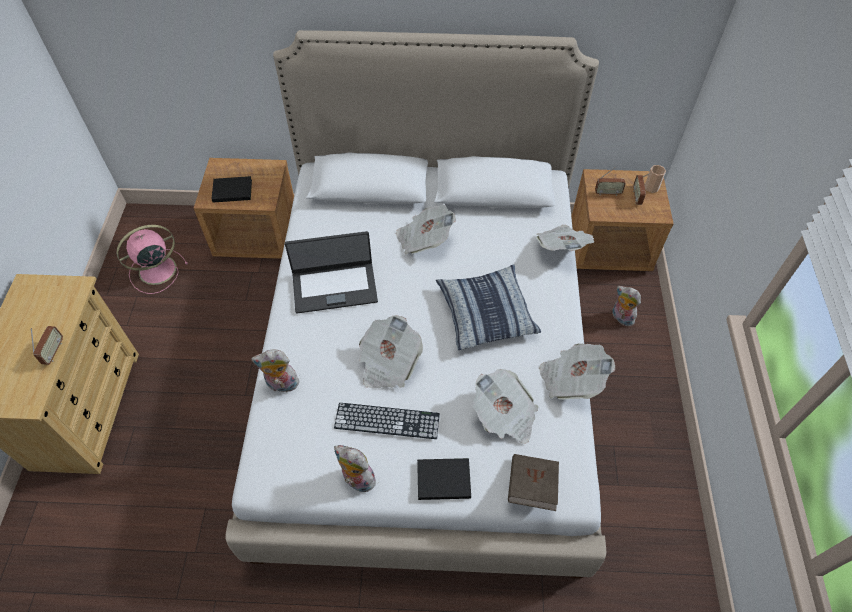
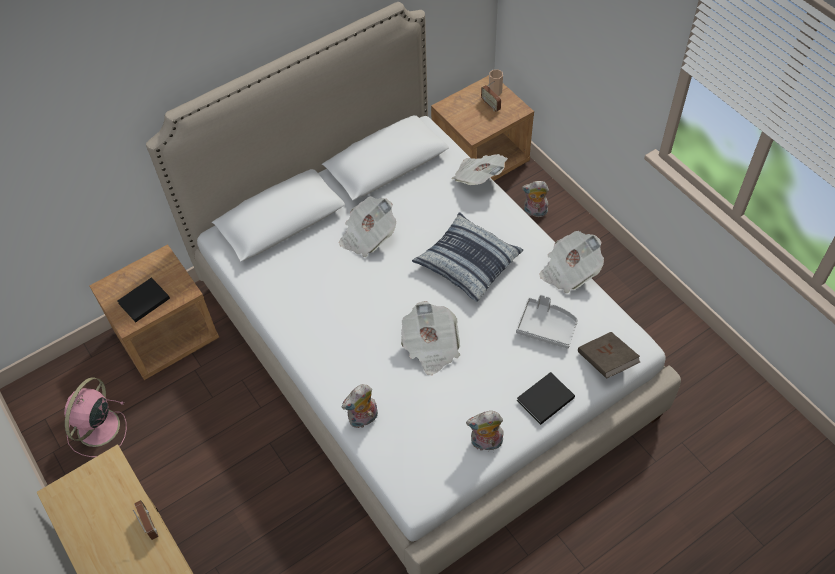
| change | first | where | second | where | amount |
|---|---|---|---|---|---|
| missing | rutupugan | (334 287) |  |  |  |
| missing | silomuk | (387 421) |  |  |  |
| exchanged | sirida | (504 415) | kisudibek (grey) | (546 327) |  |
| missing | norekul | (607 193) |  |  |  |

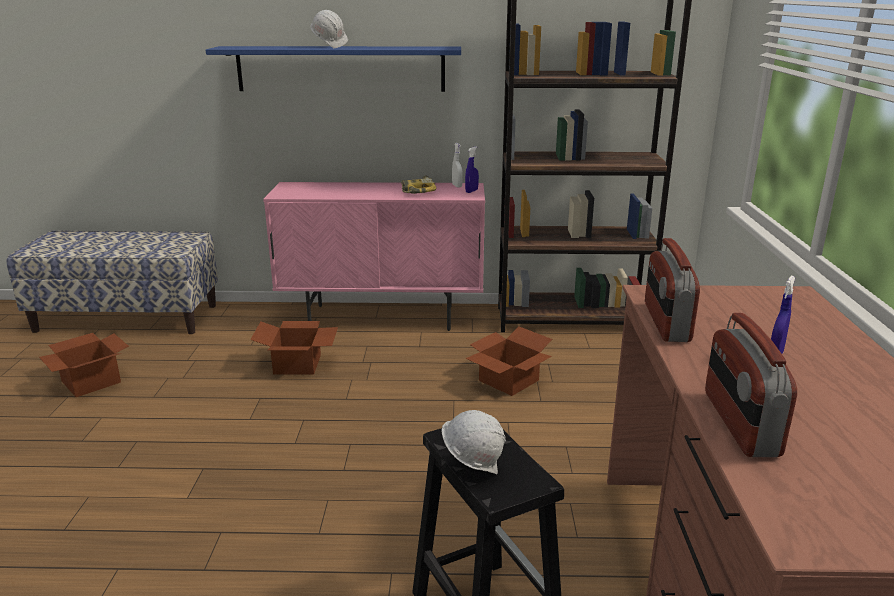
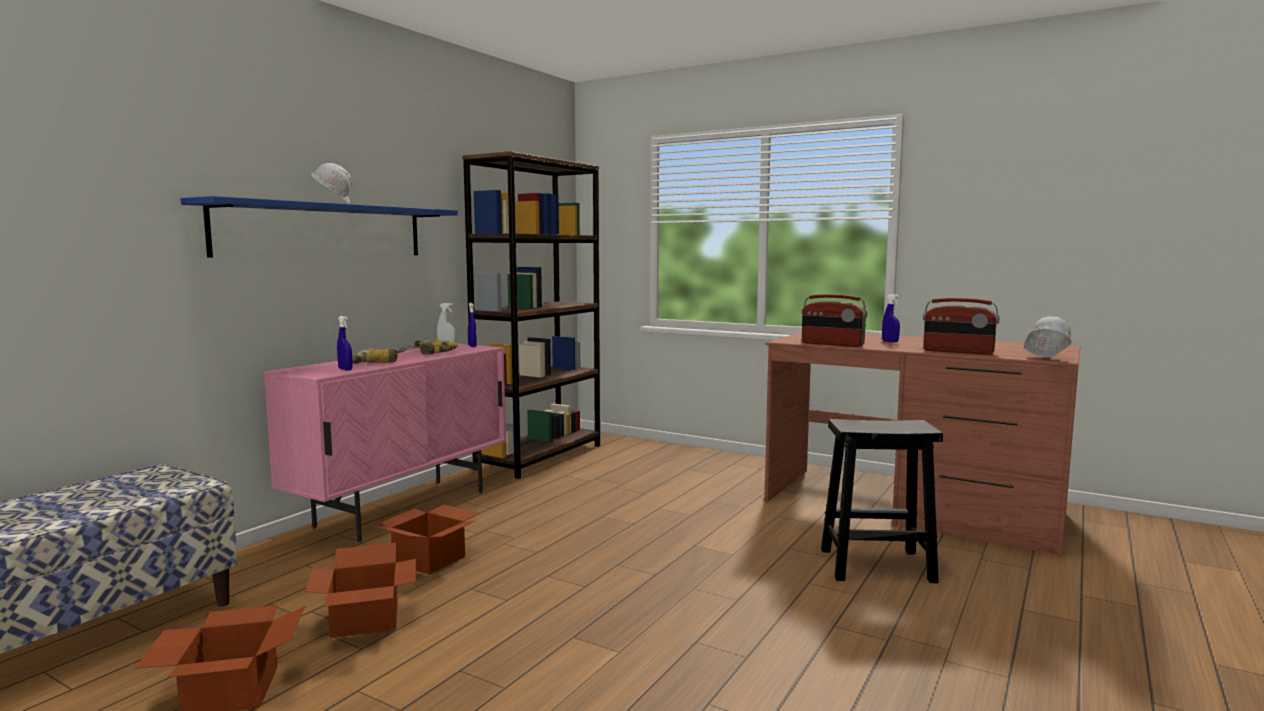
| change | first | where | second | where | amount |
|---|---|---|---|---|---|
| relocated | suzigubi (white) | (472 470) |  | (1045 359) |  |
| relocated | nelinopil | (507 380) |  | (364 620) |  |
| appeared |  |  | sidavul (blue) | (345 369) |  |
| appeared |  |  | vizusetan | (378 362) |  |

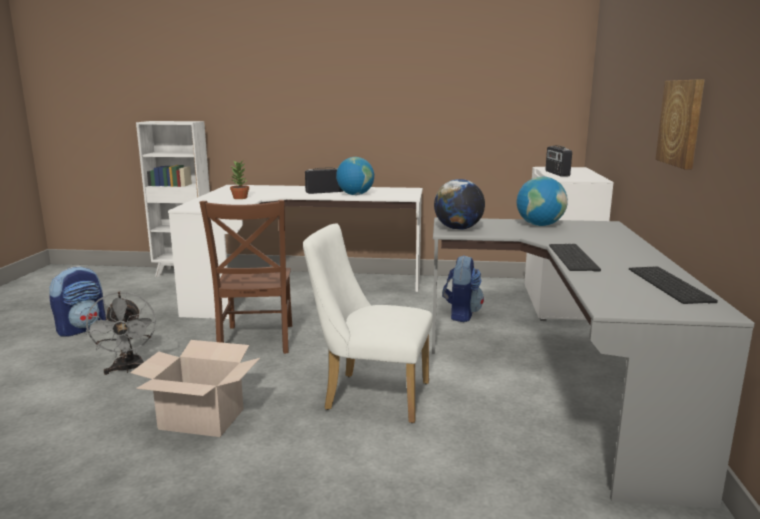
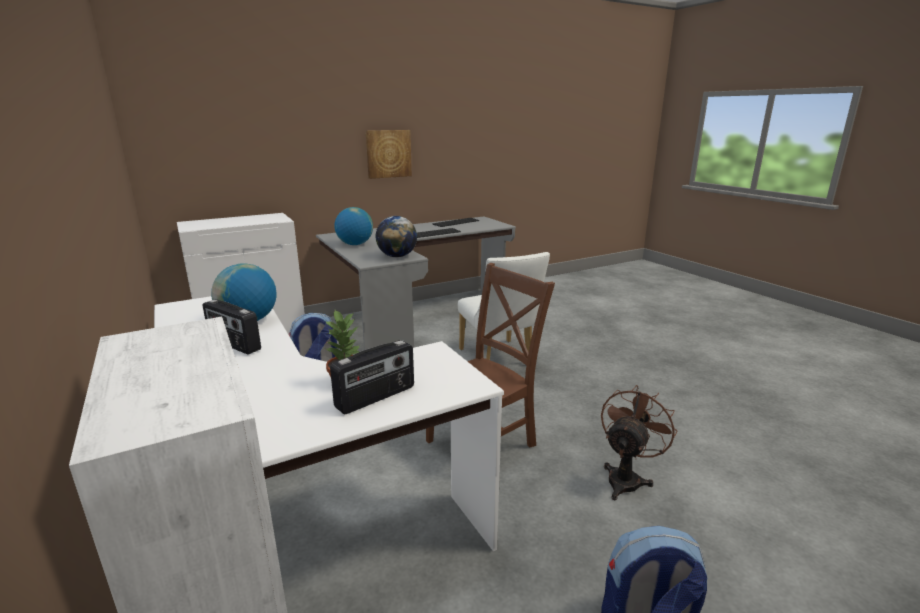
| change | first | where | second | where | amount |
|---|---|---|---|---|---|
| colour | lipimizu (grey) | (128 369) | lipimizu (brown) | (626 478) |  |
| missing | nelinopil | (202 419) |  |  |  |
| relocated | norekul | (556 173) |  | (376 397) |  |

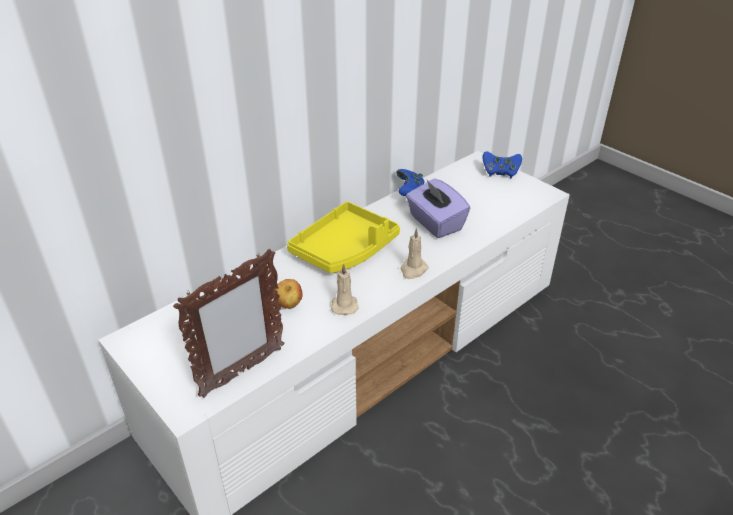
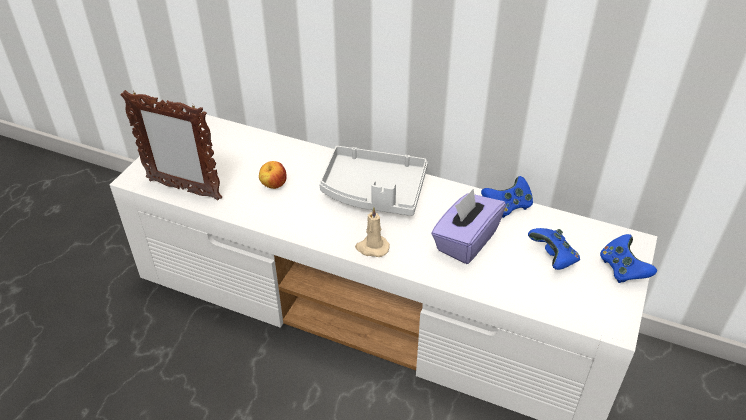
| change | first | where | second | where | amount |
|---|---|---|---|---|---|
| colour | kisudibek (yellow) | (345 249) | kisudibek (grey) | (373 192) |  |
| missing | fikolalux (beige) | (344 305) |  |  |  |
| appeared |  |  | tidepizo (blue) | (553 258) |  |

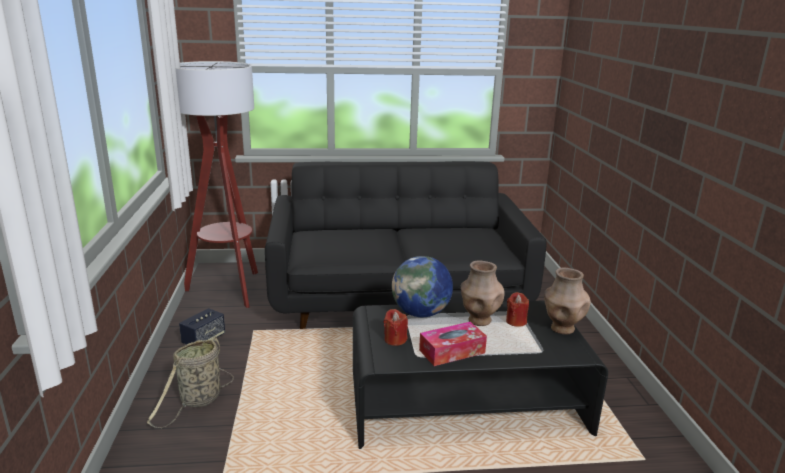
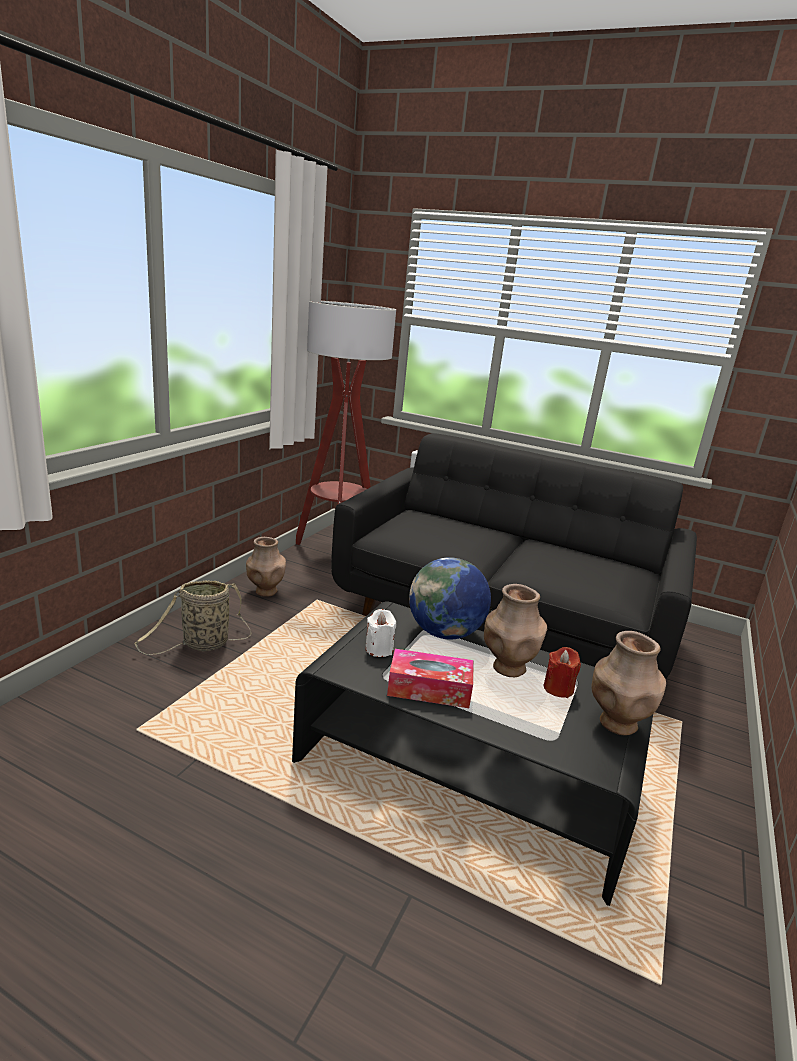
| change | first | where | second | where | amount |
|---|---|---|---|---|---|
| exchanged | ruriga | (204 339) | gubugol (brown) | (265 592) |  |
| colour | fikolalux (red) | (395 340) | fikolalux (white) | (379 649) |  |

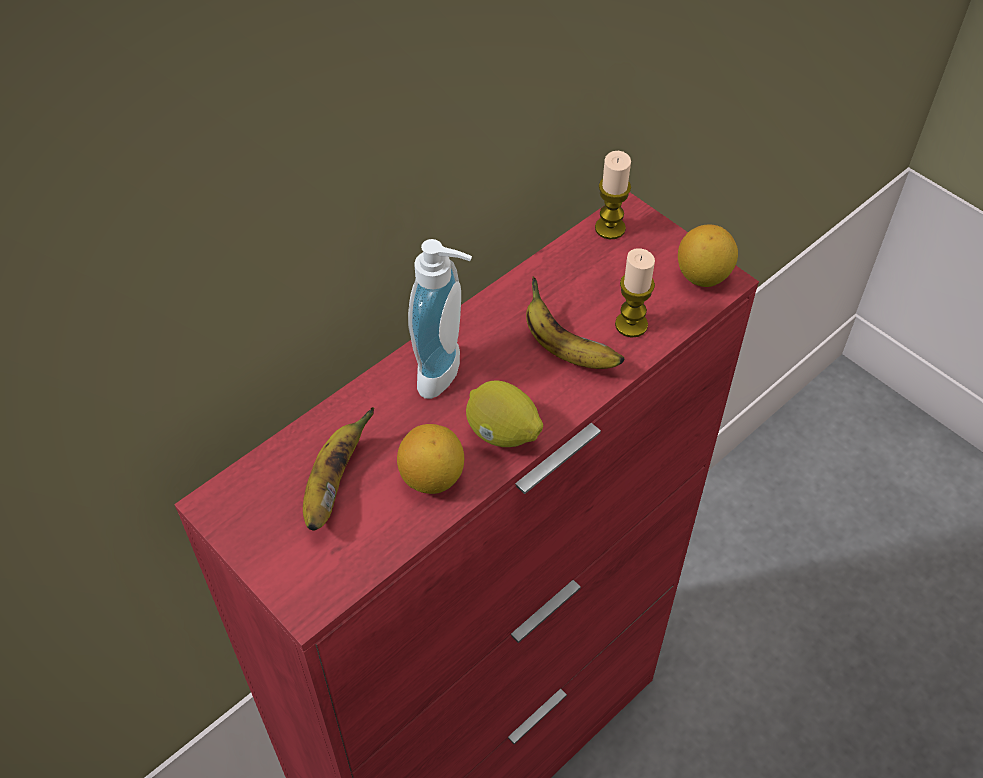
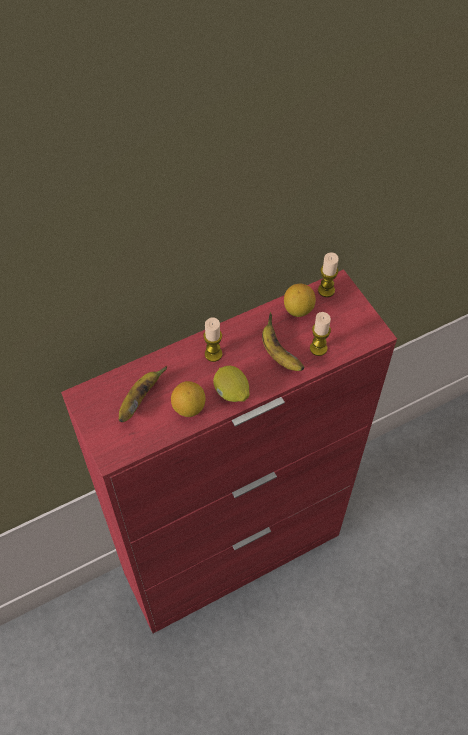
| change | first | where | second | where | amount |
|---|---|---|---|---|---|
| exchanged | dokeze | (447 374) | fikolalux | (213 354) |  |
| relocated | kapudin | (703 276) |  | (298 310) |  |

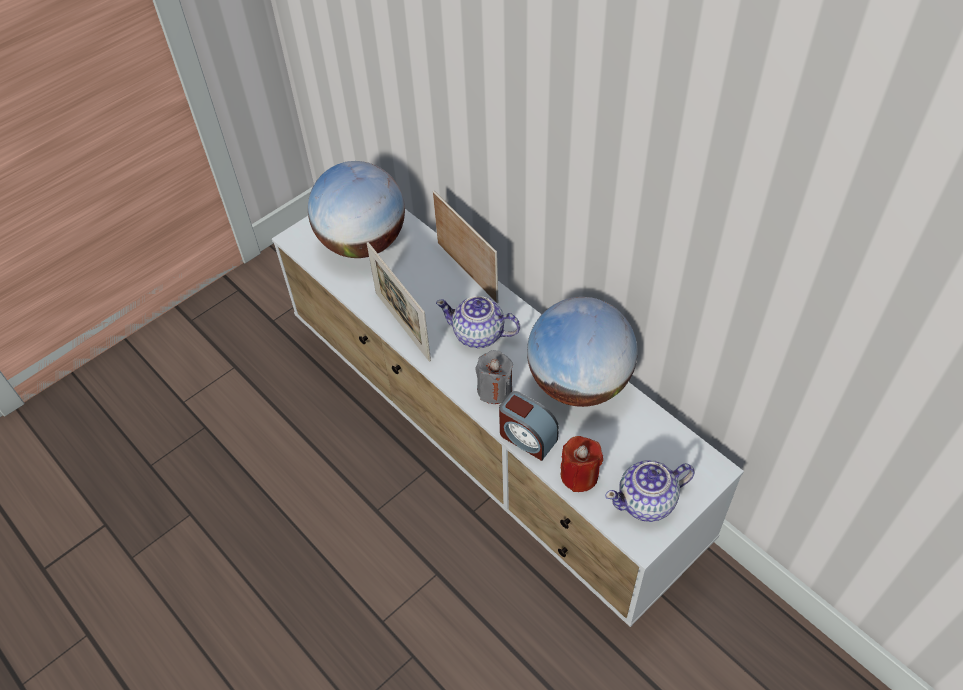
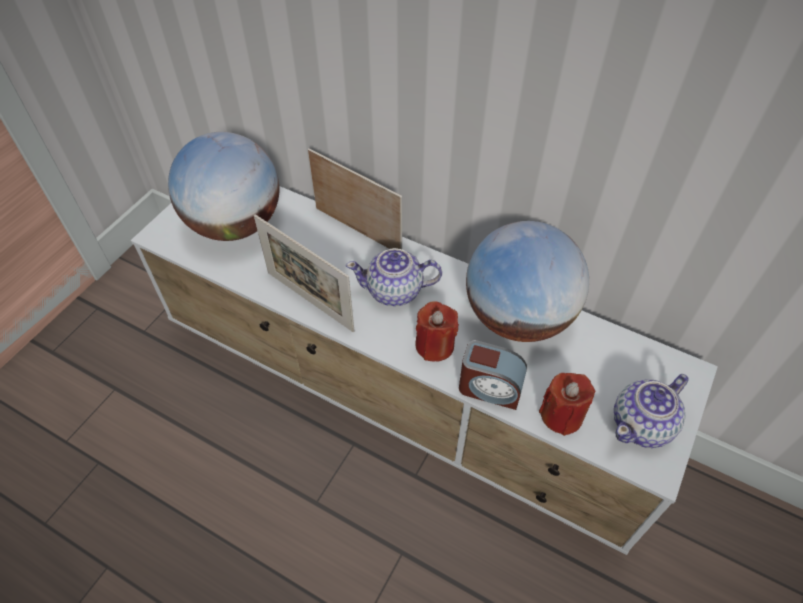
| change | first | where | second | where | amount |
|---|---|---|---|---|---|
| colour | fikolalux (grey) | (494 389) | fikolalux (red) | (435 345) |  |

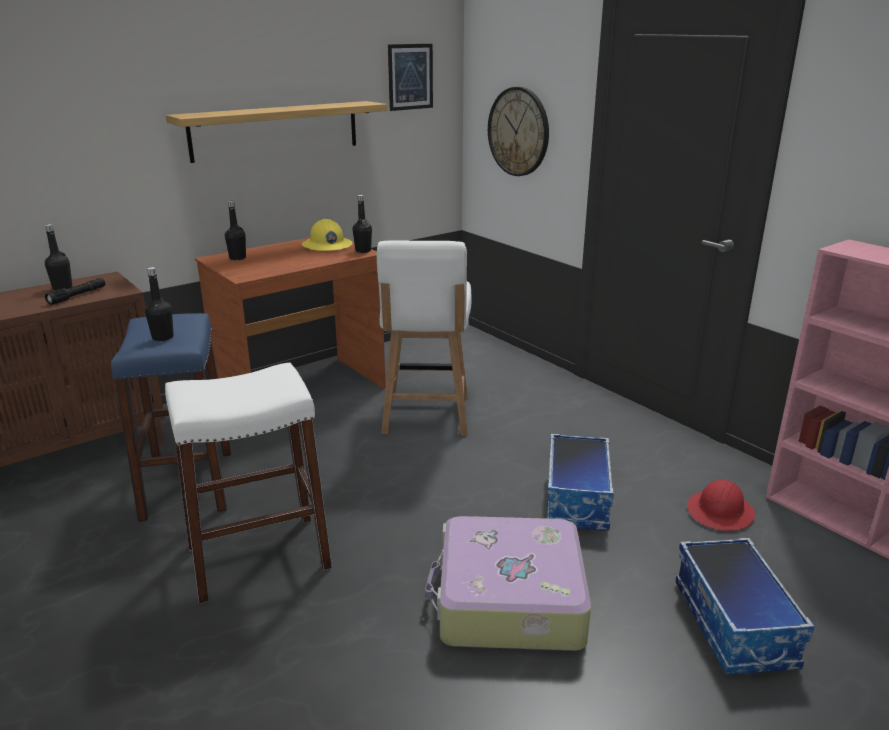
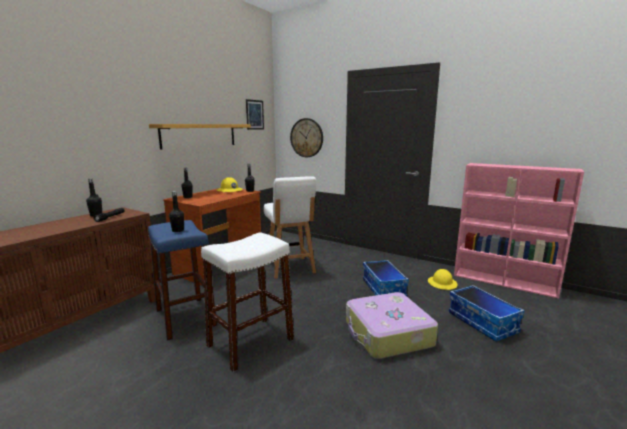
| change | first | where | second | where | amount |
|---|---|---|---|---|---|
| colour | suzigubi (red) | (720 512) | suzigubi (yellow) | (442 283) |  |

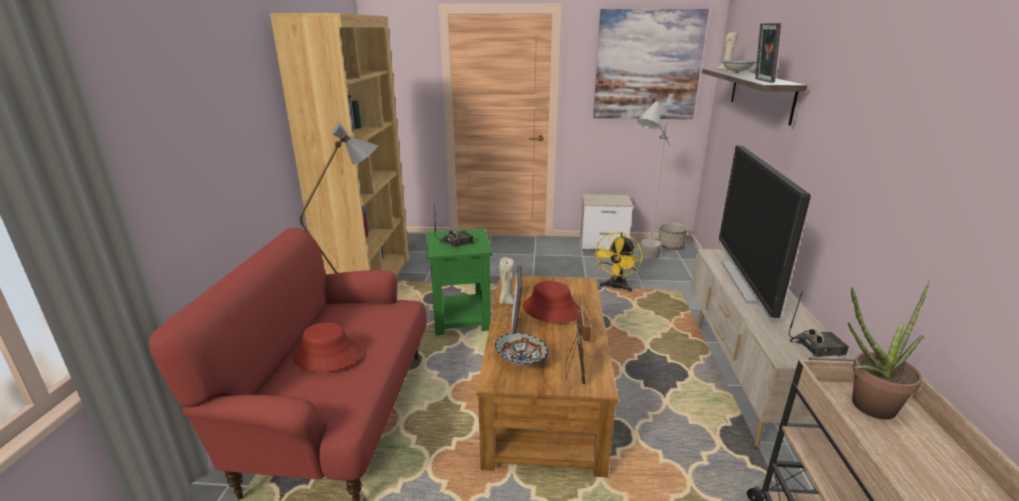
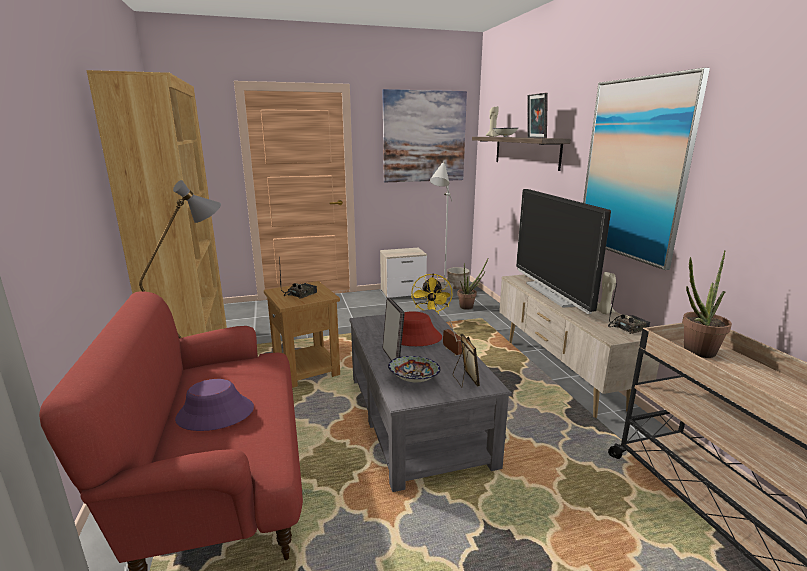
| change | first | where | second | where | amount |
|---|---|---|---|---|---|
| colour | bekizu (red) | (327 355) | bekizu (purple) | (215 414) |  |
| colour | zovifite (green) | (461 319) | zovifite (brown) | (307 371) |  |
| colour | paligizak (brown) | (545 395) | paligizak (grey) | (417 417) |  |
| relocated | fikolalux (beige) | (506 302) |  | (604 312) |  |
| appeared |  |  | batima | (469 306) |  |
| appeared |  |  | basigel | (634 169) |  |

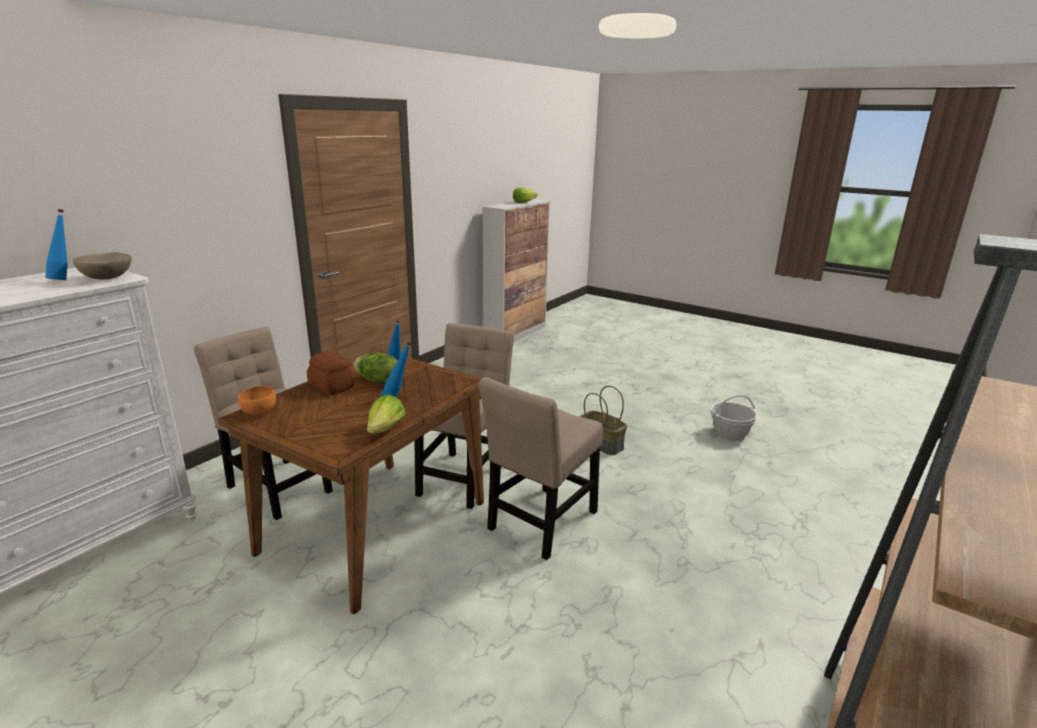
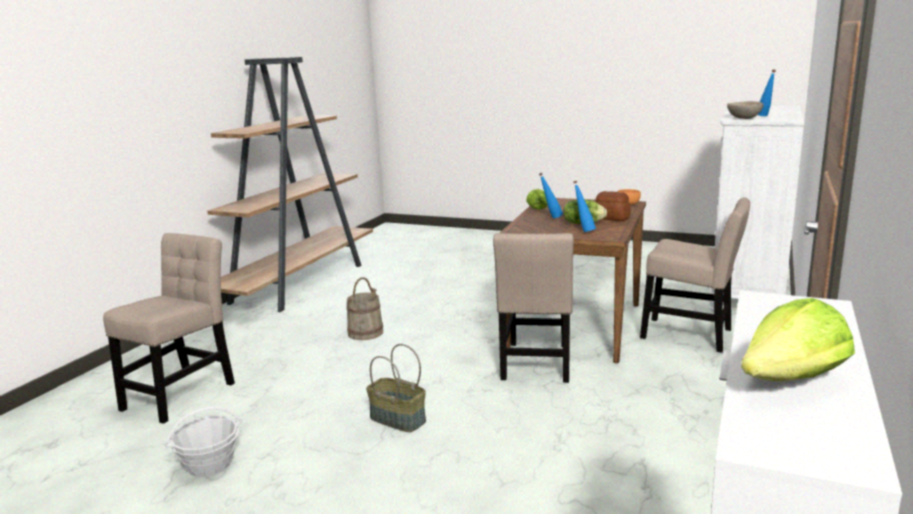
| change | first | where | second | where | amount |
|---|---|---|---|---|---|
| relocated | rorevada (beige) | (540 524) |  | (182 393) |  |
| appeared |  |  | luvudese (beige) | (365 332) |  |

